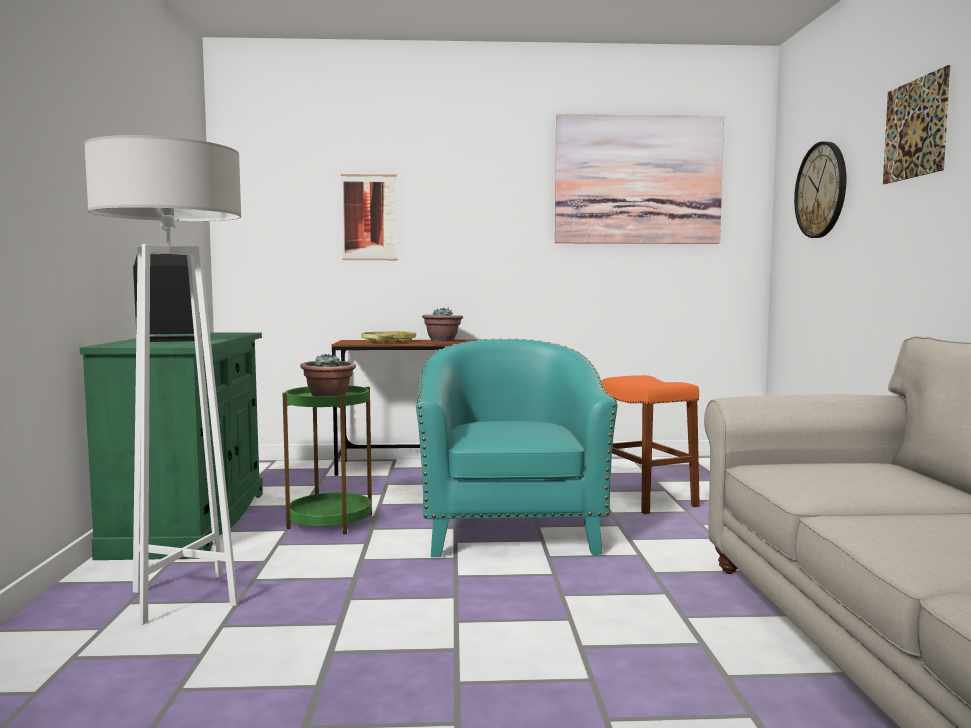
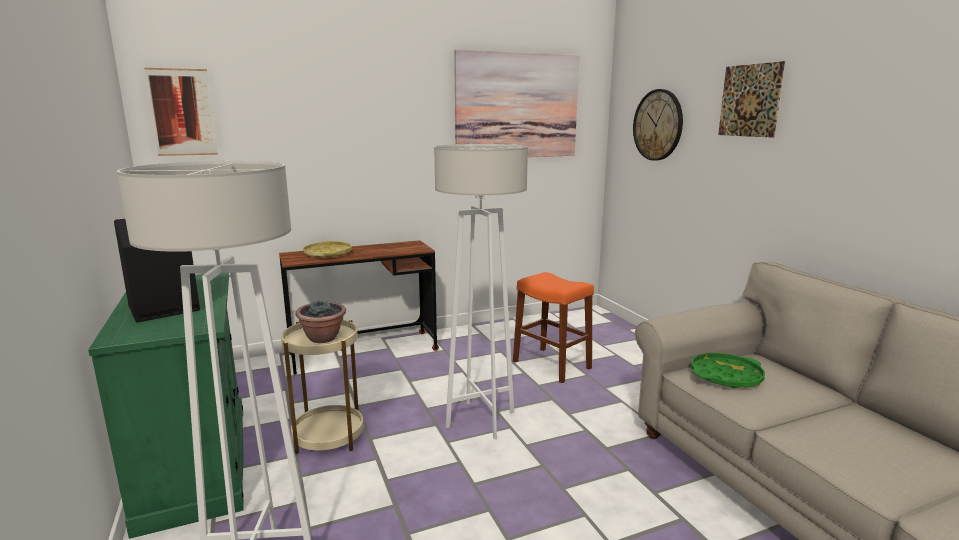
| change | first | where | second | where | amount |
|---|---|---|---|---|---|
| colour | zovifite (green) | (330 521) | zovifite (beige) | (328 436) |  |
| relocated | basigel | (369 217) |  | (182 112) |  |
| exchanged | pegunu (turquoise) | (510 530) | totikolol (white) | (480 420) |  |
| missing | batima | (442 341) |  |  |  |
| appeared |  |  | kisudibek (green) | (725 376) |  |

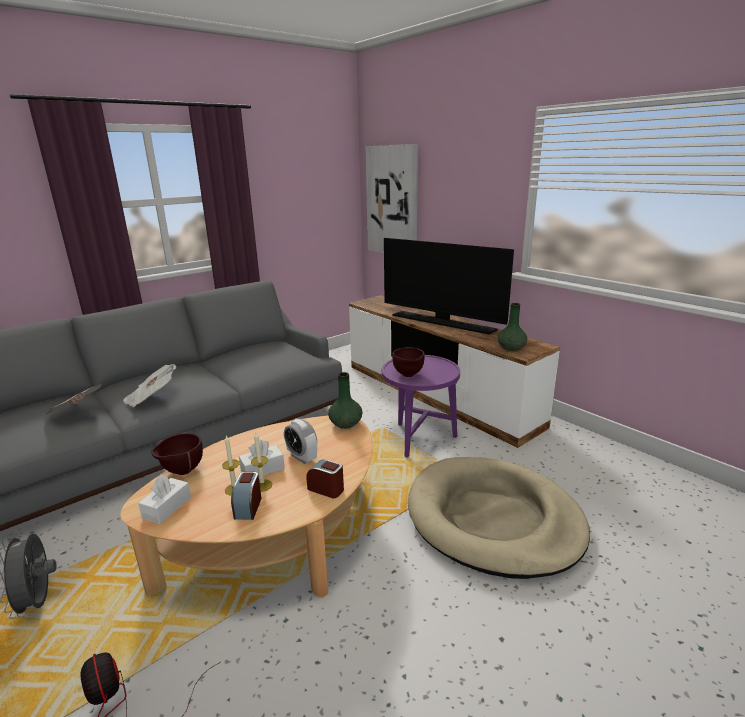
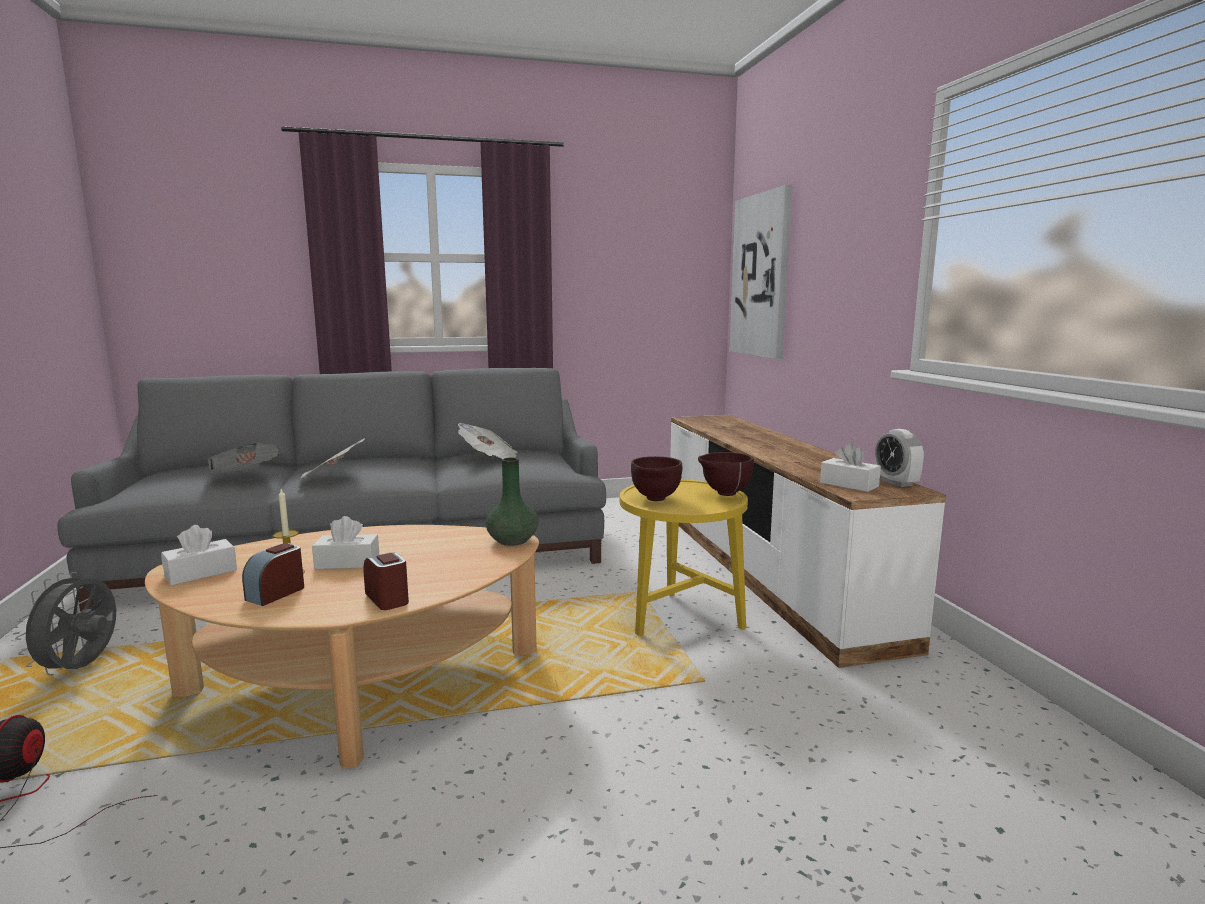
| change | first | where | second | where | amount |
|---|---|---|---|---|---|
| relocated | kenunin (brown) | (181 472) |  | (723 494) |  |
| missing | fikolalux | (262 485) |  |  |  |
| relocated | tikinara | (302 457) |  | (896 482) |  |
| colour | zovifite (purple) | (419 440) | zovifite (yellow) | (680 620) |  |
| missing | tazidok | (443 322) |  |  |  |
| missing | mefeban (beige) | (493 519) |  |  |  |
| exchanged | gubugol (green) | (511 348) | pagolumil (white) | (849 484) |  |
| appeared |  |  | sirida | (489 459) |  |

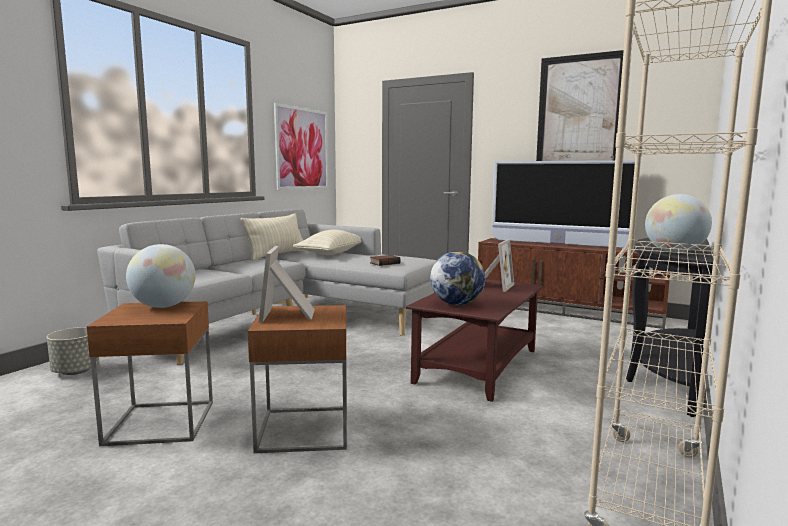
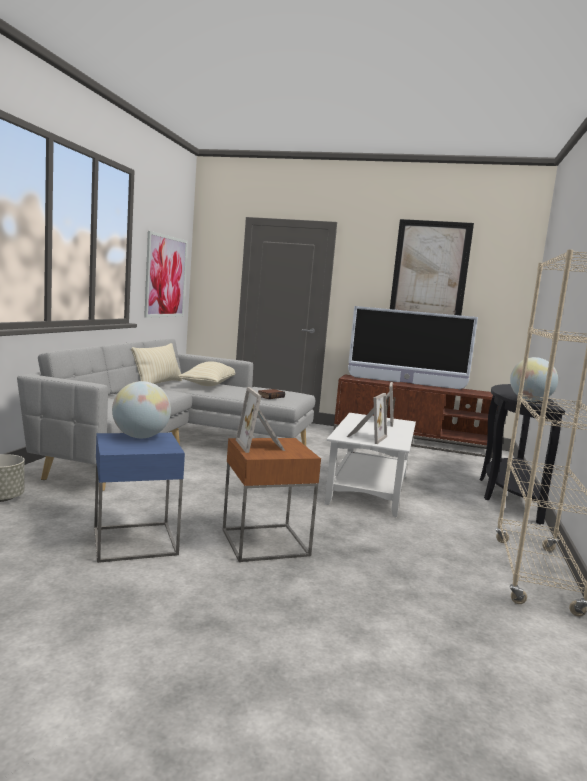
| change | first | where | second | where | amount |
|---|---|---|---|---|---|
| colour | zovifite (brown) | (161 422) | zovifite (blue) | (135 541) |  |
| colour | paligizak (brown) | (477 365) | paligizak (white) | (368 488) |  |
| exchanged | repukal | (456 304) | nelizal | (365 437) |  |

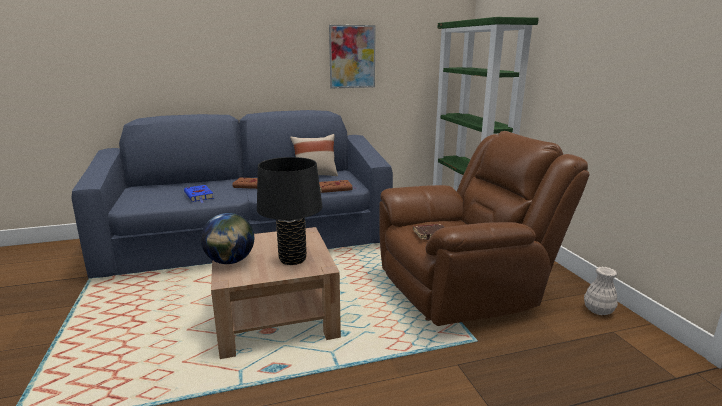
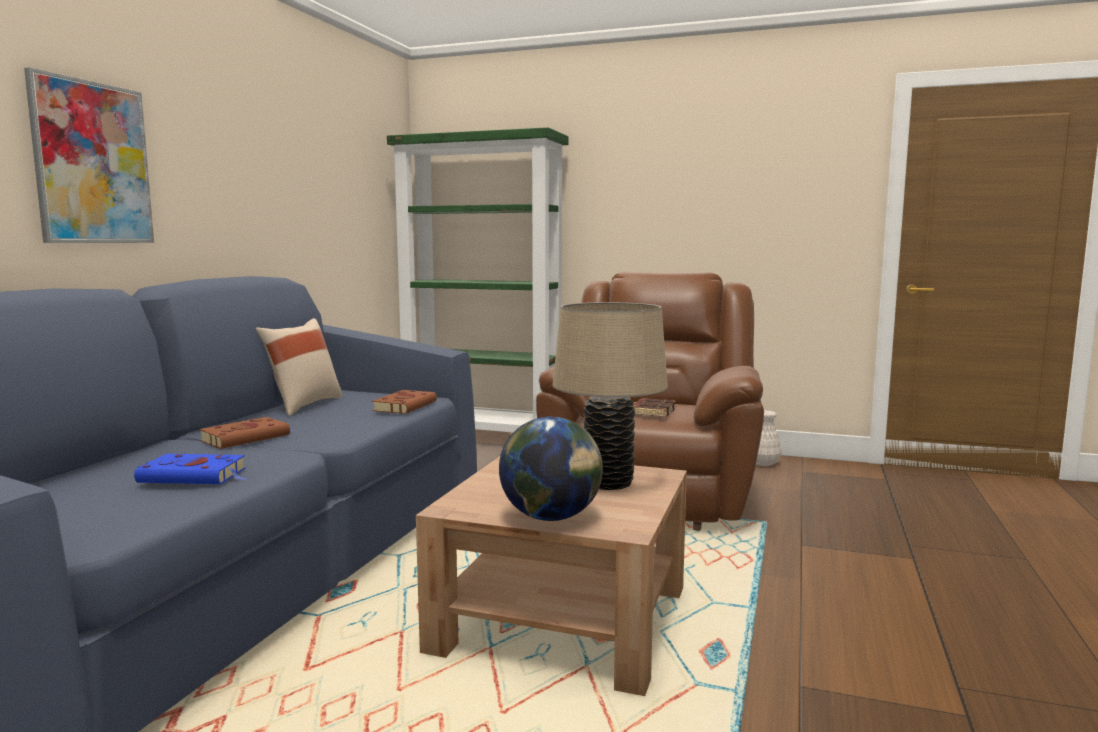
| change | first | where | second | where | amount |
|---|---|---|---|---|---|
| colour | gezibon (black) | (292 259) | gezibon (beige) | (608 483) |  |
| relocated | basigel | (352 57) |  | (92 163) |  |

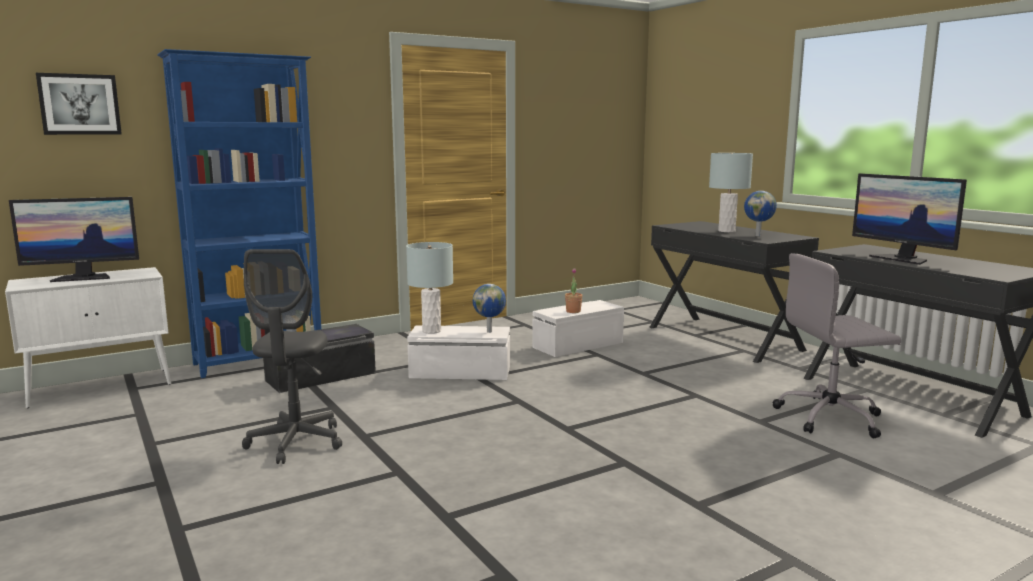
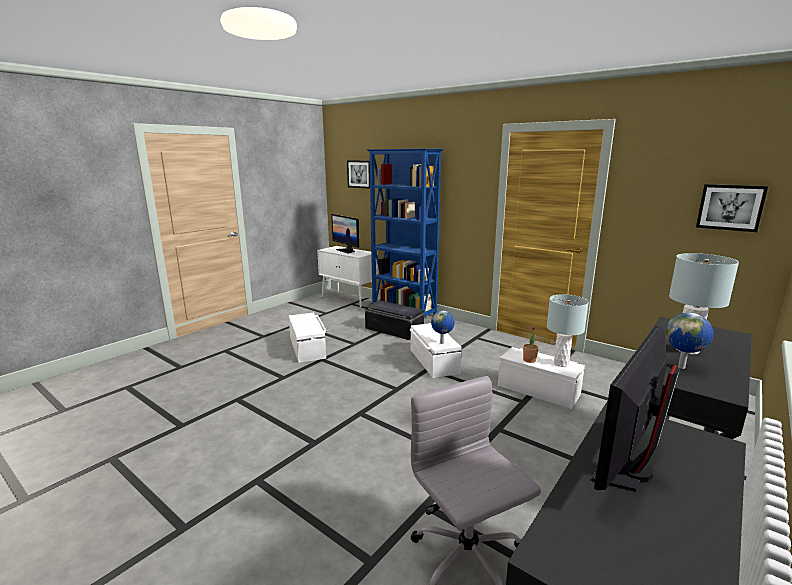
| change | first | where | second | where | amount |
|---|---|---|---|---|---|
| exchanged | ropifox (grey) | (296 442) | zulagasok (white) | (308 347) |  |
| relocated | gezibon (grey) | (431 331) |  | (561 363) |  |
| appeared |  |  | basigel | (730 207) |  |

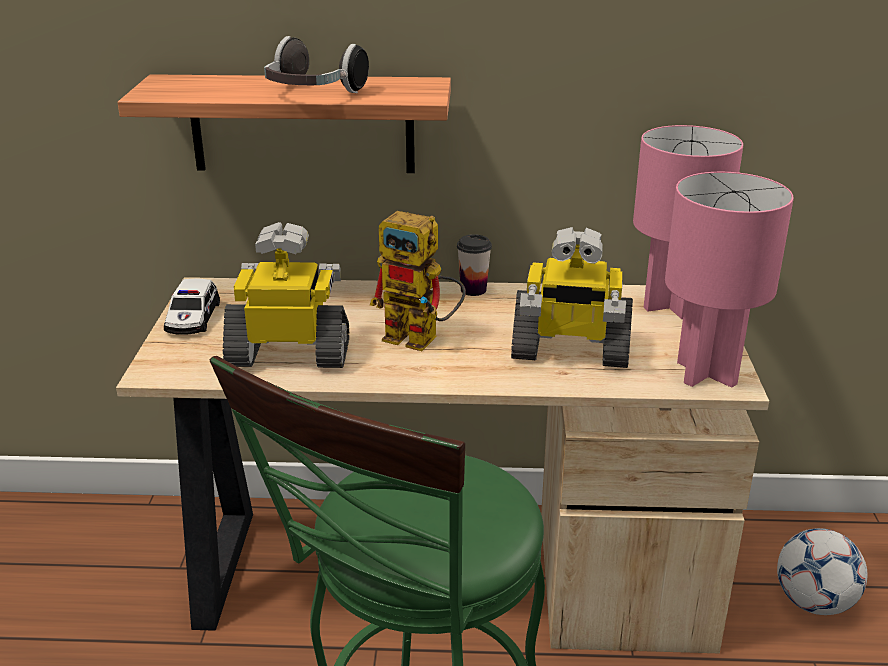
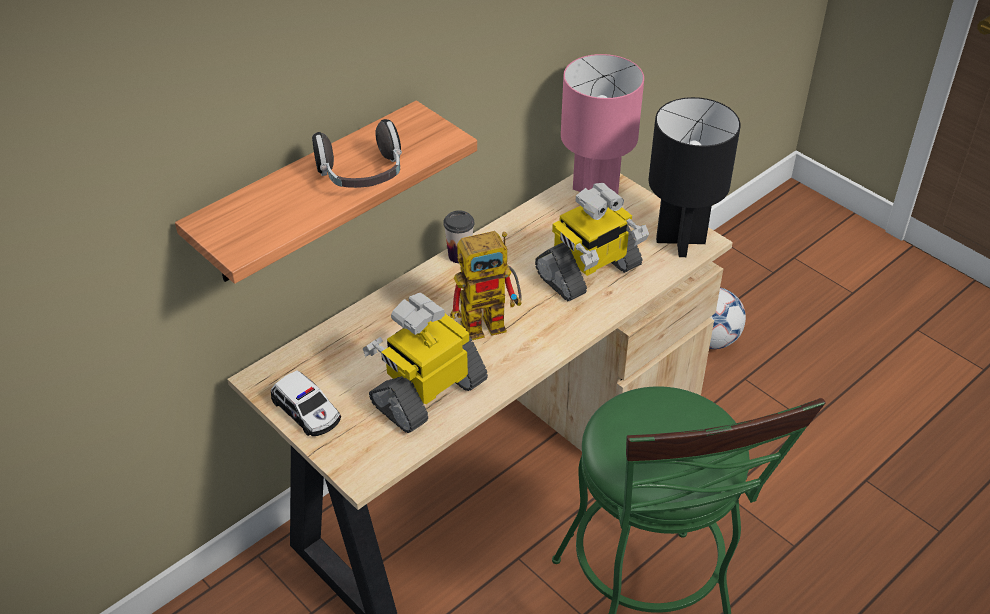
| change | first | where | second | where | amount |
|---|---|---|---|---|---|
| colour | gezibon (pink) | (707 374) | gezibon (black) | (681 241) |  |

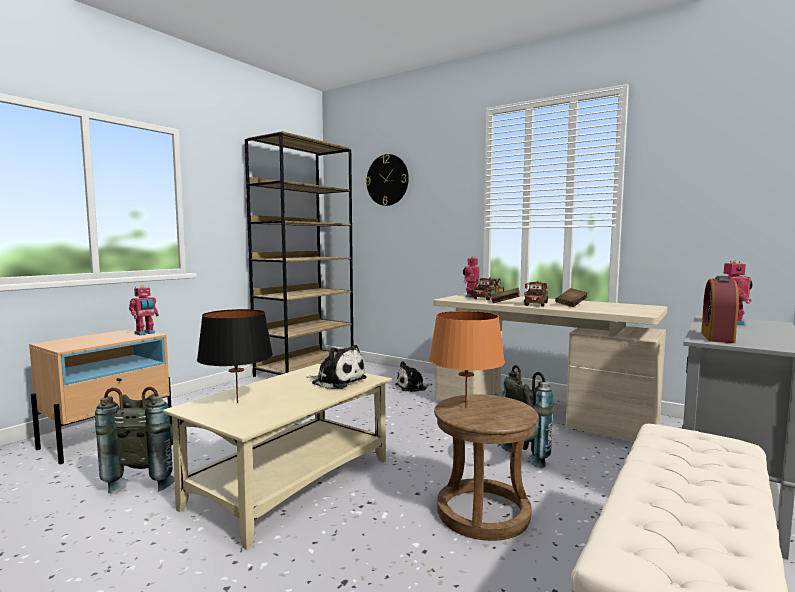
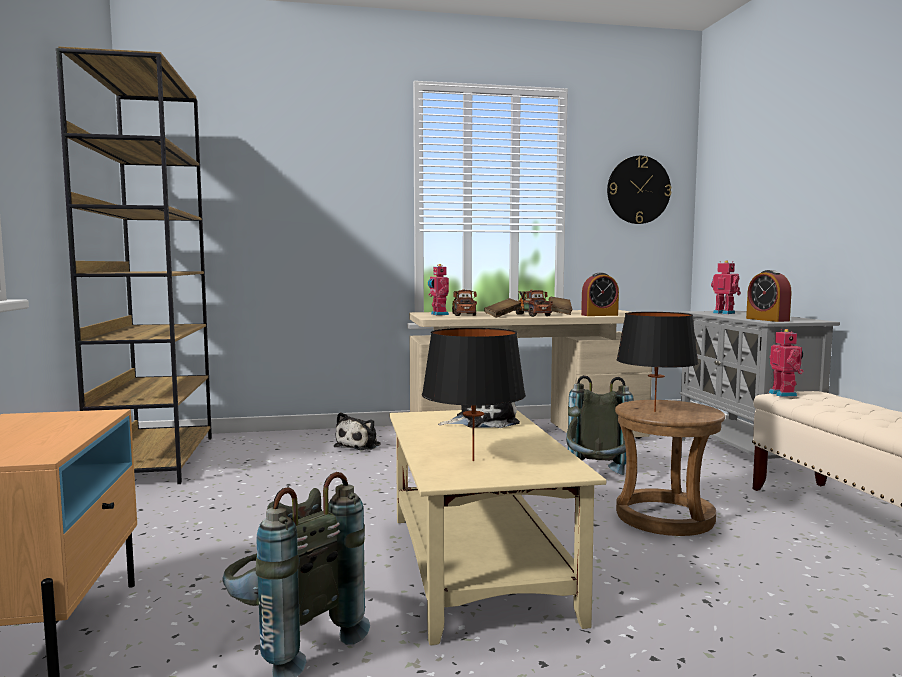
| change | first | where | second | where | amount |
|---|---|---|---|---|---|
| relocated | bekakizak | (145 333) |  | (784 394) |  |
| relocated | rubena | (387 180) |  | (638 190) |  |
| colour | gezibon (orange) | (465 408) | gezibon (black) | (654 411) |  |
| appeared |  |  | tikinara | (599 315) |  |

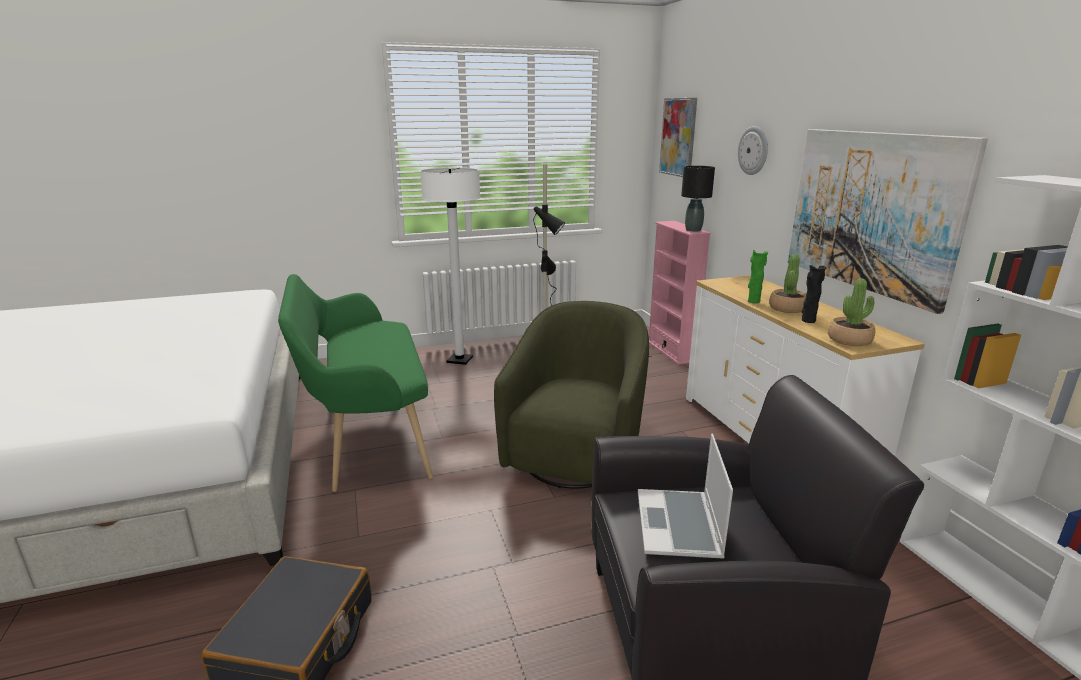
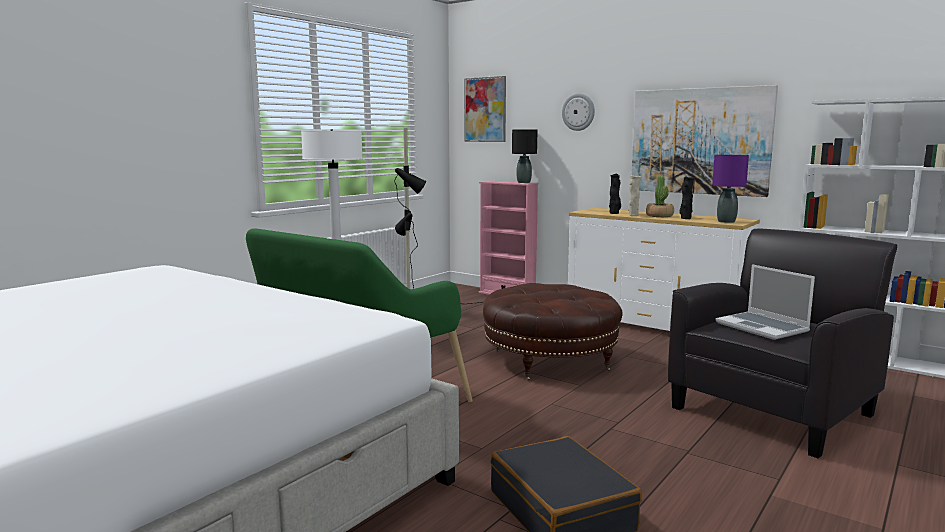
| change | first | where | second | where | amount |
|---|---|---|---|---|---|
| exchanged | pegunu (green) | (576 453) | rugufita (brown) | (550 360) |  |
| colour | gubugol (green) | (753 301) | gubugol (beige) | (633 215) |  |
| exchanged | batima | (849 340) | gezibon (purple) | (726 221) |  |
| appeared |  |  | gubugol (black) | (614 213) |  |

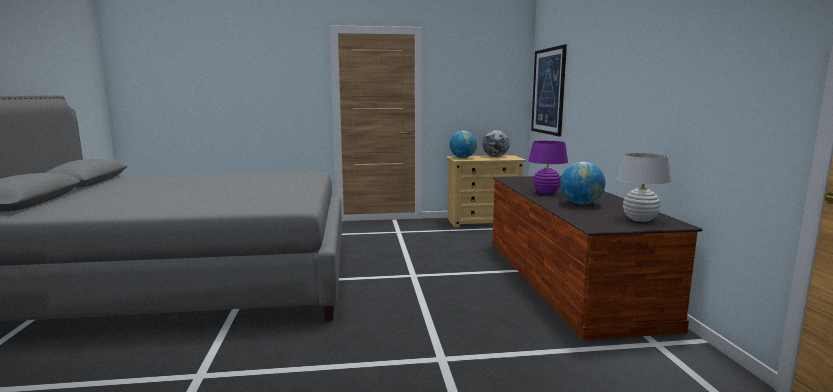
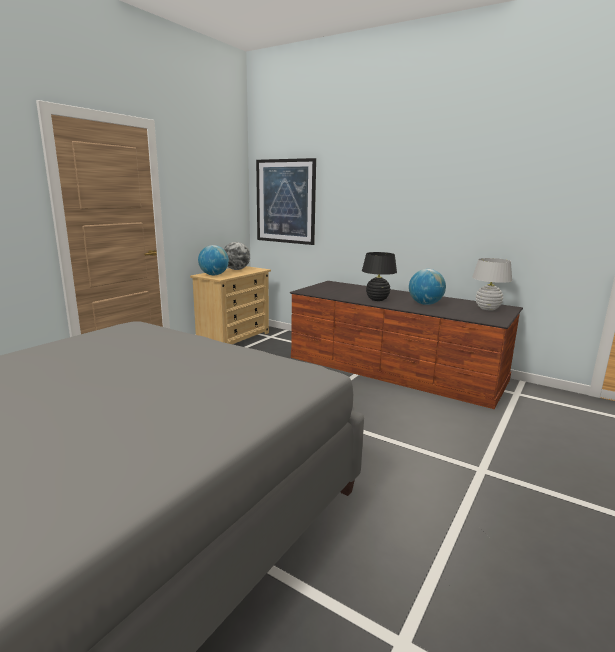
| change | first | where | second | where | amount |
|---|---|---|---|---|---|
| colour | gezibon (purple) | (546 193) | gezibon (black) | (377 299) |  |

